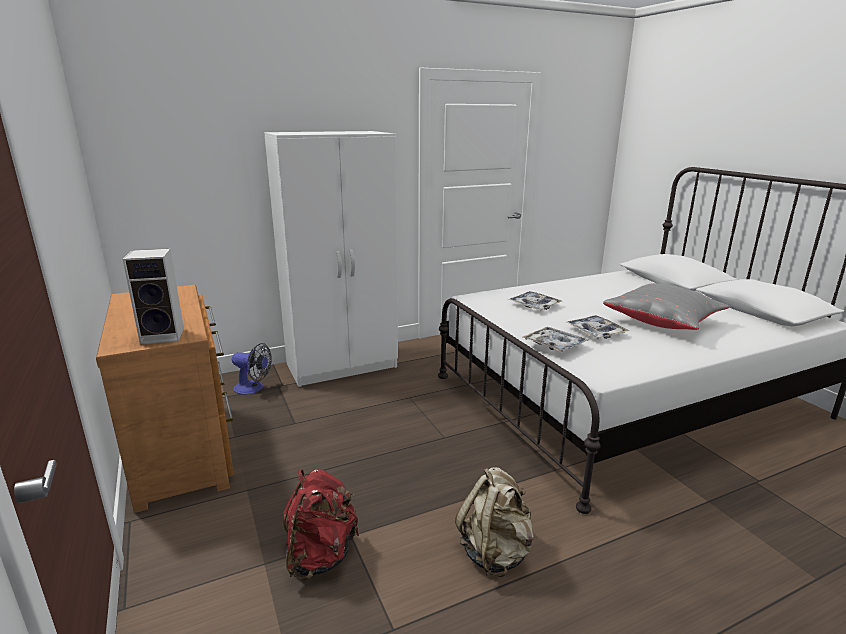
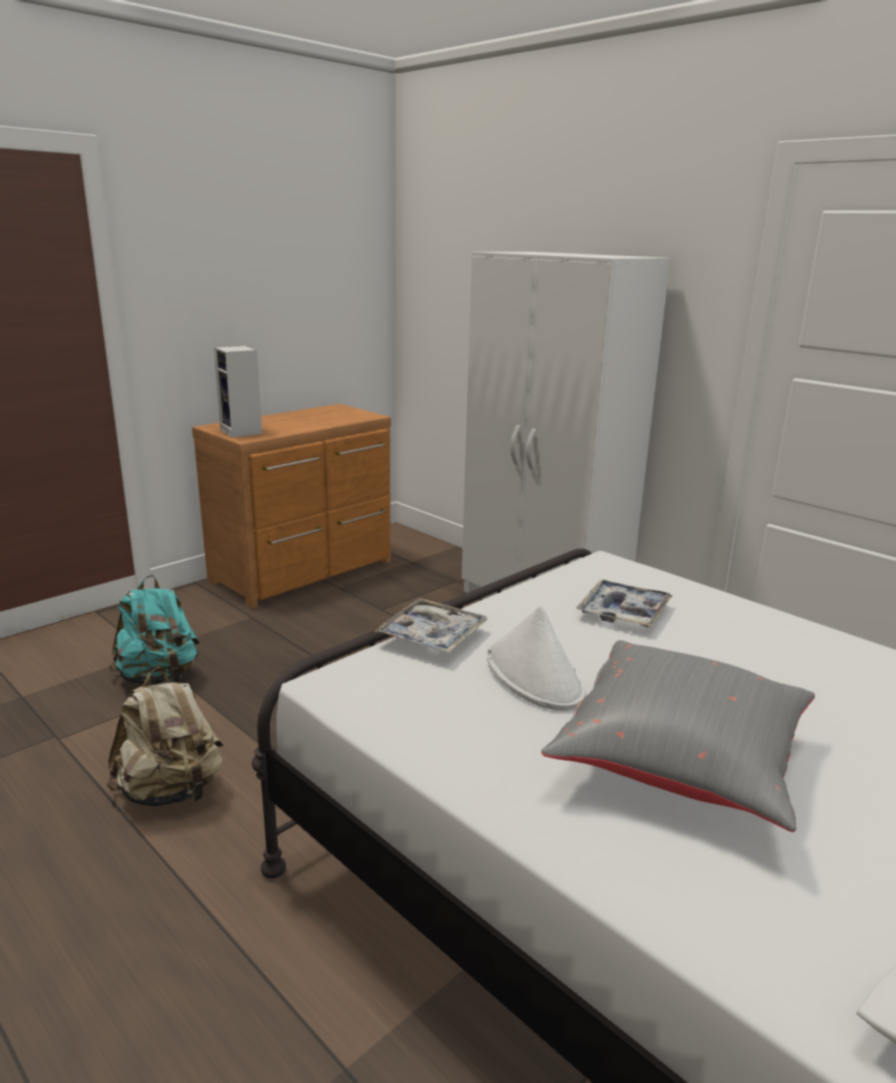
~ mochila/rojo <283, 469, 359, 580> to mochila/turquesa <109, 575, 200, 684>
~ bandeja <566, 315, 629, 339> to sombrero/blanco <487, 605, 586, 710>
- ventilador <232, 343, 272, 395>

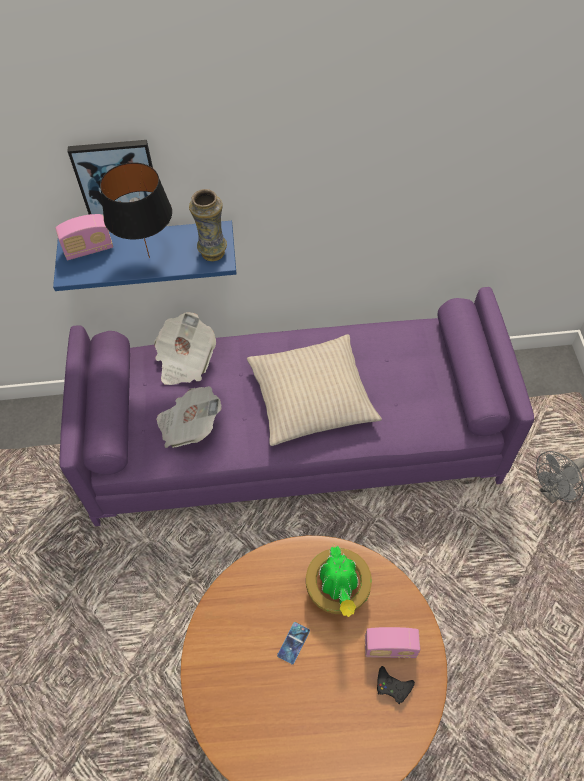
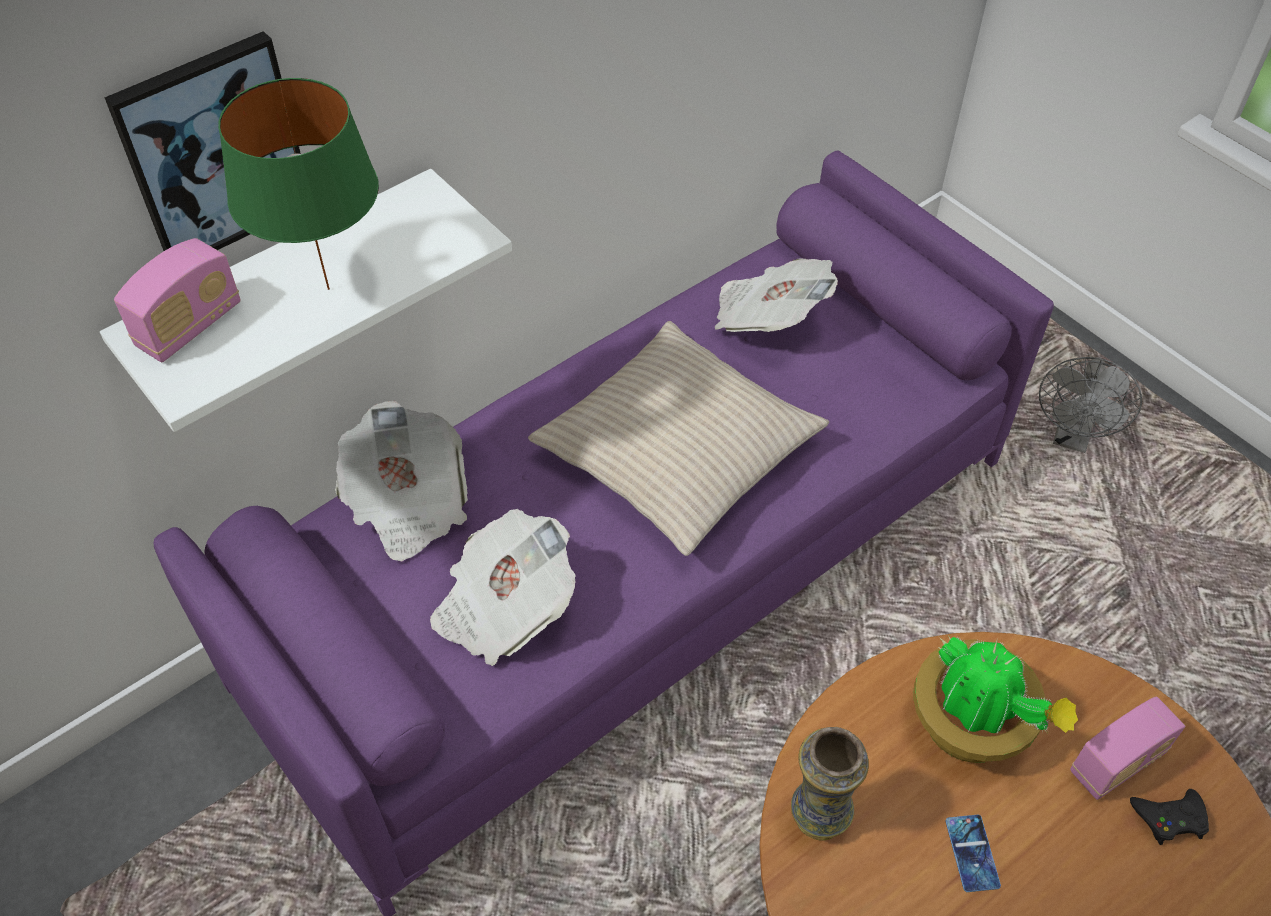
~ estante/azul <53, 221, 237, 291> to estante/blanco <100, 169, 512, 432>
~ lámpara de mesa/negro <100, 162, 172, 258> to lámpara de mesa/verde <218, 78, 379, 290>
+ periódico <714, 258, 838, 332>
~ florero <189, 189, 227, 261> to <791, 727, 869, 840>

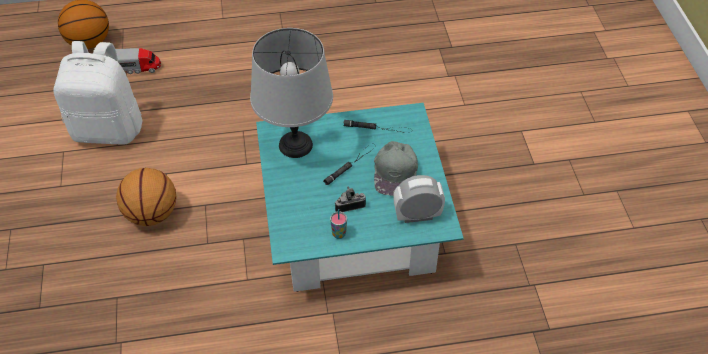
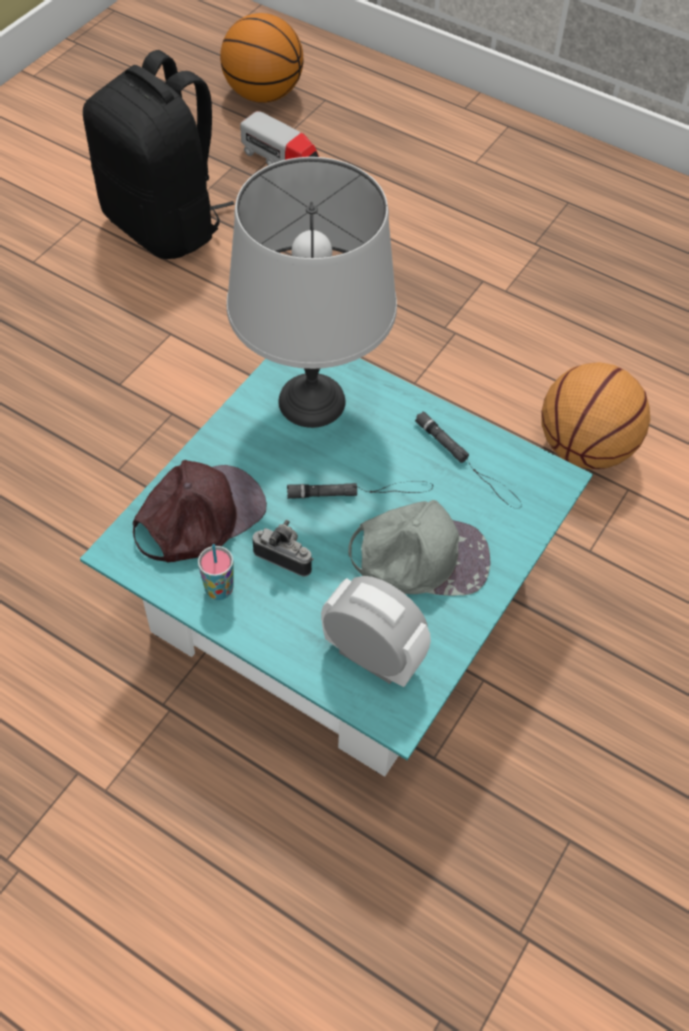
~ mochila/blanco <53, 41, 143, 144> to mochila/negro <83, 50, 235, 259>
+ gorra/marrón <133, 460, 267, 563>
~ gorra/gris <374, 141, 418, 196> = <348, 500, 491, 596> 135 degrees counterclockwise
~ balón de baloncesto <116, 168, 177, 226> to <542, 362, 650, 469>

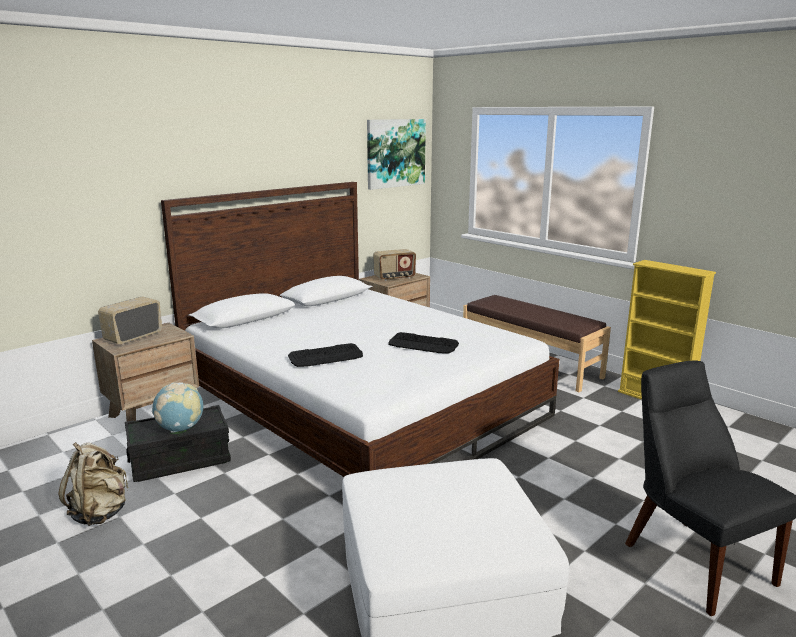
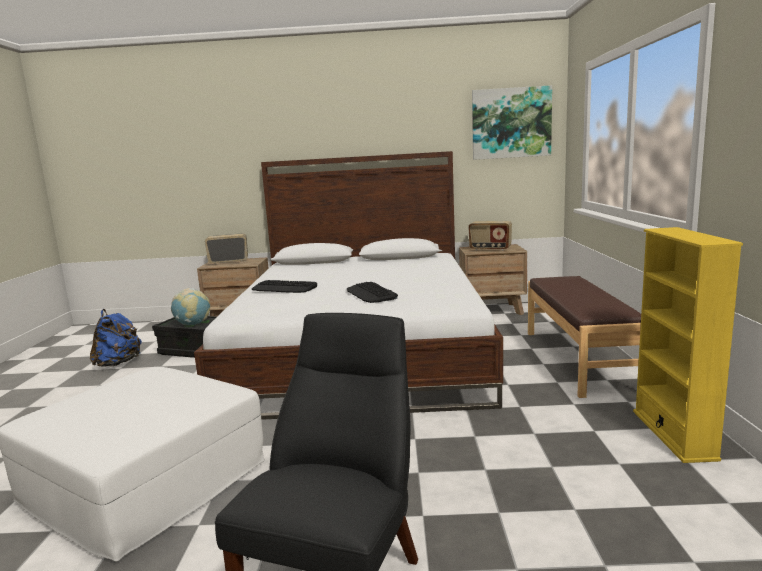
~ mochila/beis <59, 442, 129, 526> to mochila/azul <90, 309, 142, 367>

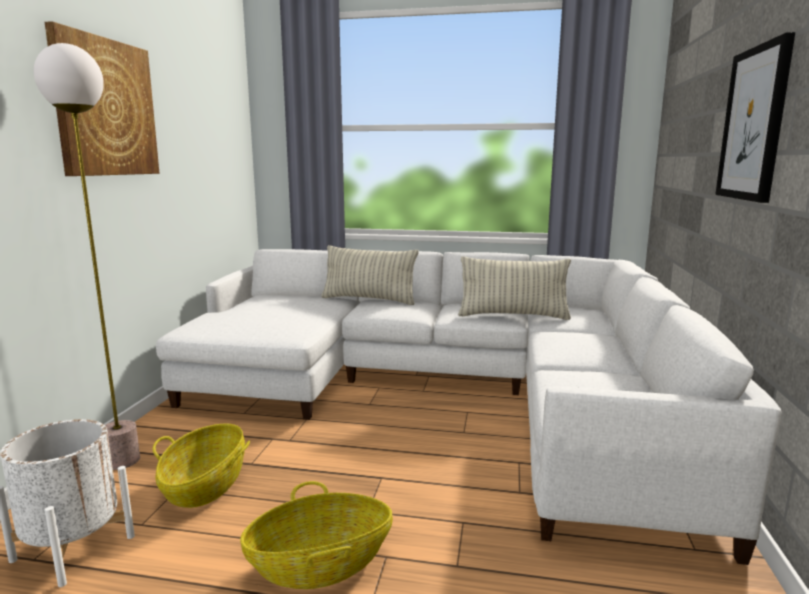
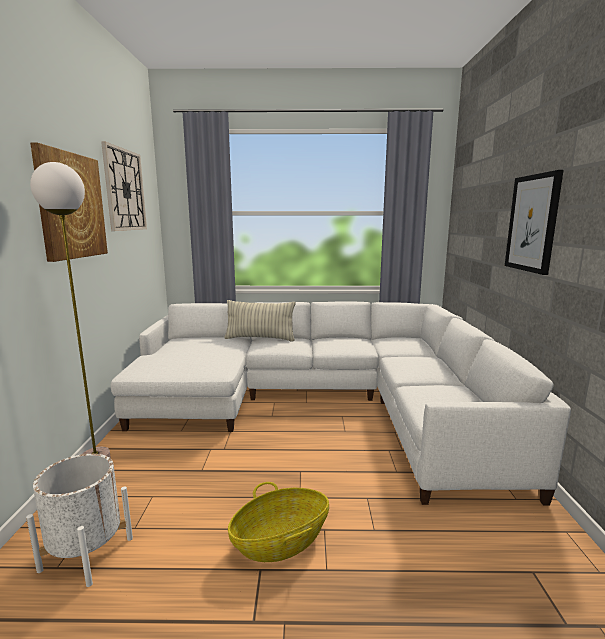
+ reloj de pared <101, 141, 147, 231>
- cesta <153, 424, 250, 508>
- cojín <458, 256, 571, 320>

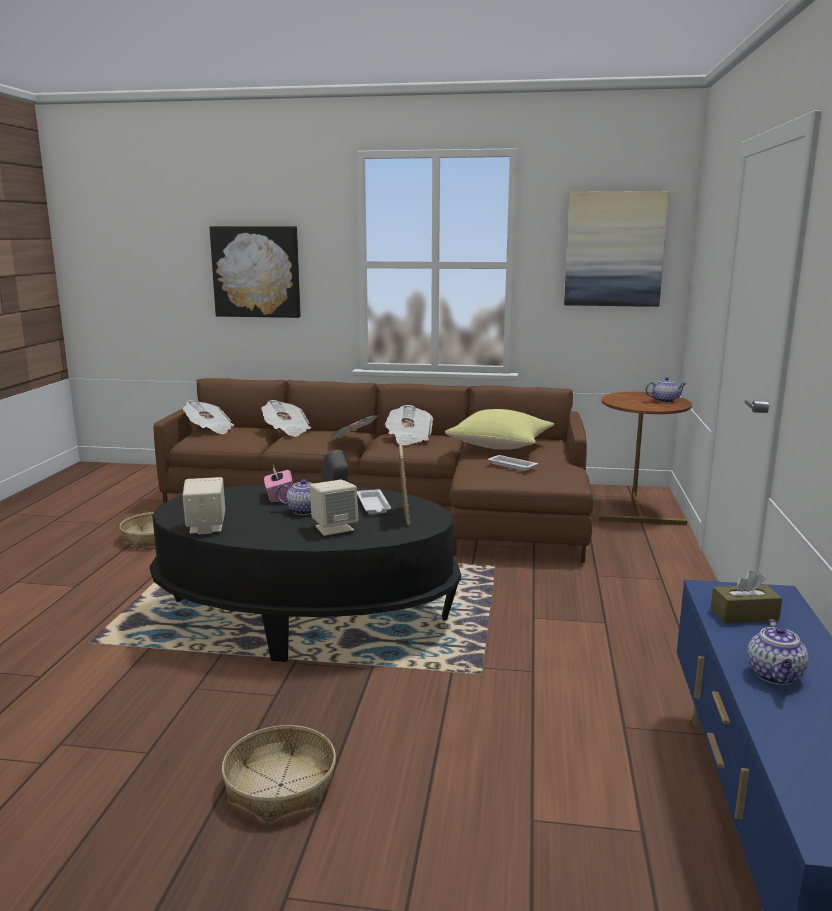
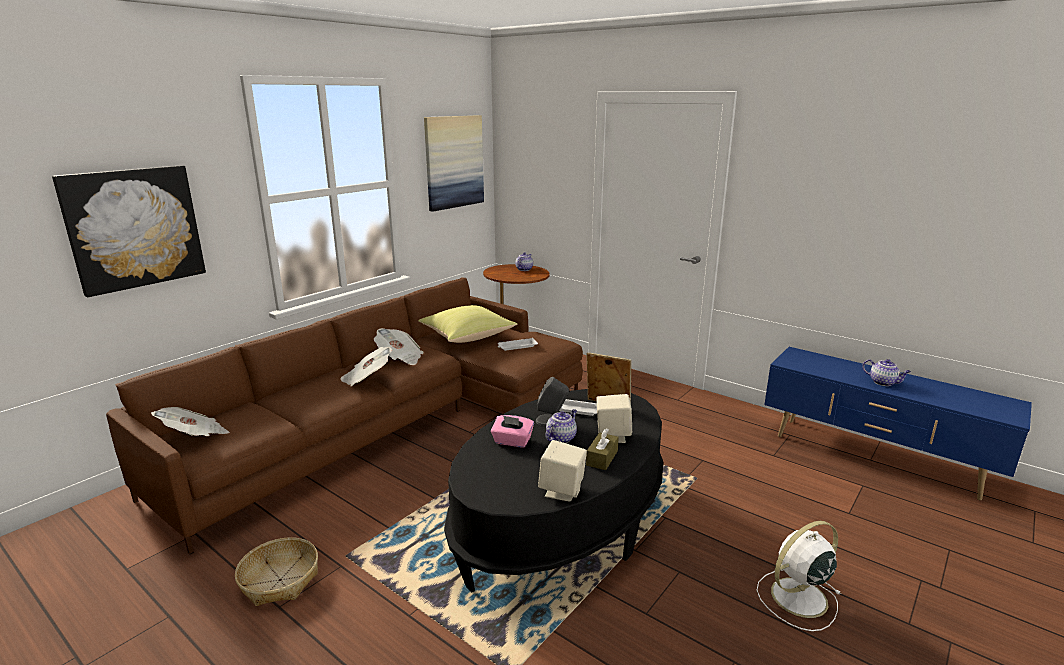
~ caja de pañuelos/marrón <711, 571, 782, 623> to <586, 428, 619, 470>
~ cesta <222, 725, 336, 823> to ventilador/blanco <756, 521, 841, 631>
- periódico <261, 400, 311, 437>

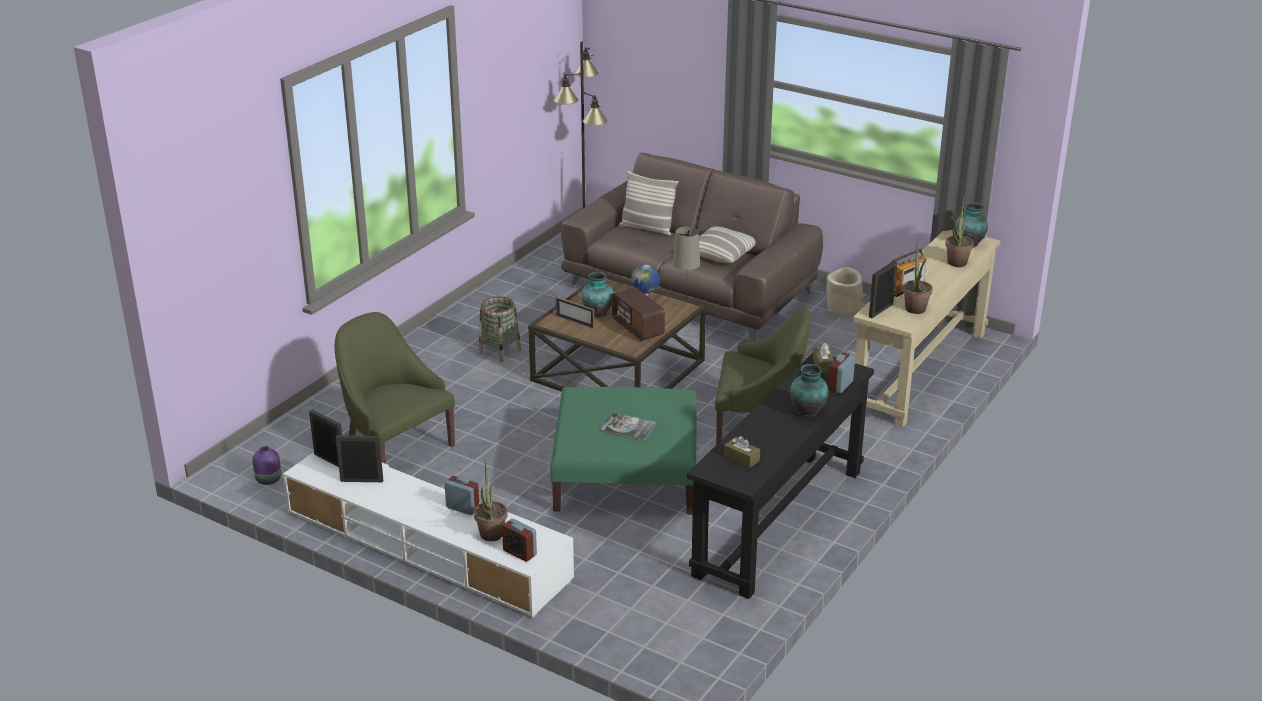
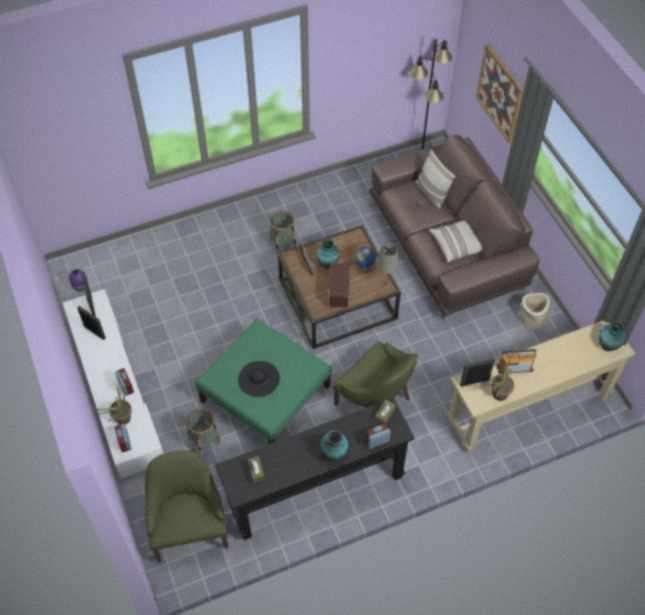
~ sillón/verde <334, 312, 455, 464> to <145, 450, 229, 562>
+ cesta <186, 408, 221, 456>
~ libro <600, 412, 657, 441> to sombrero/negro <238, 361, 280, 397>
+ cuadro <476, 44, 524, 144>
- planta en maceta <945, 195, 974, 267>

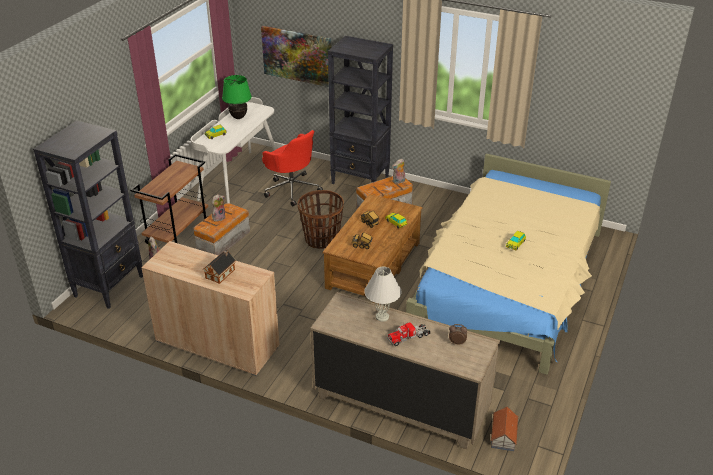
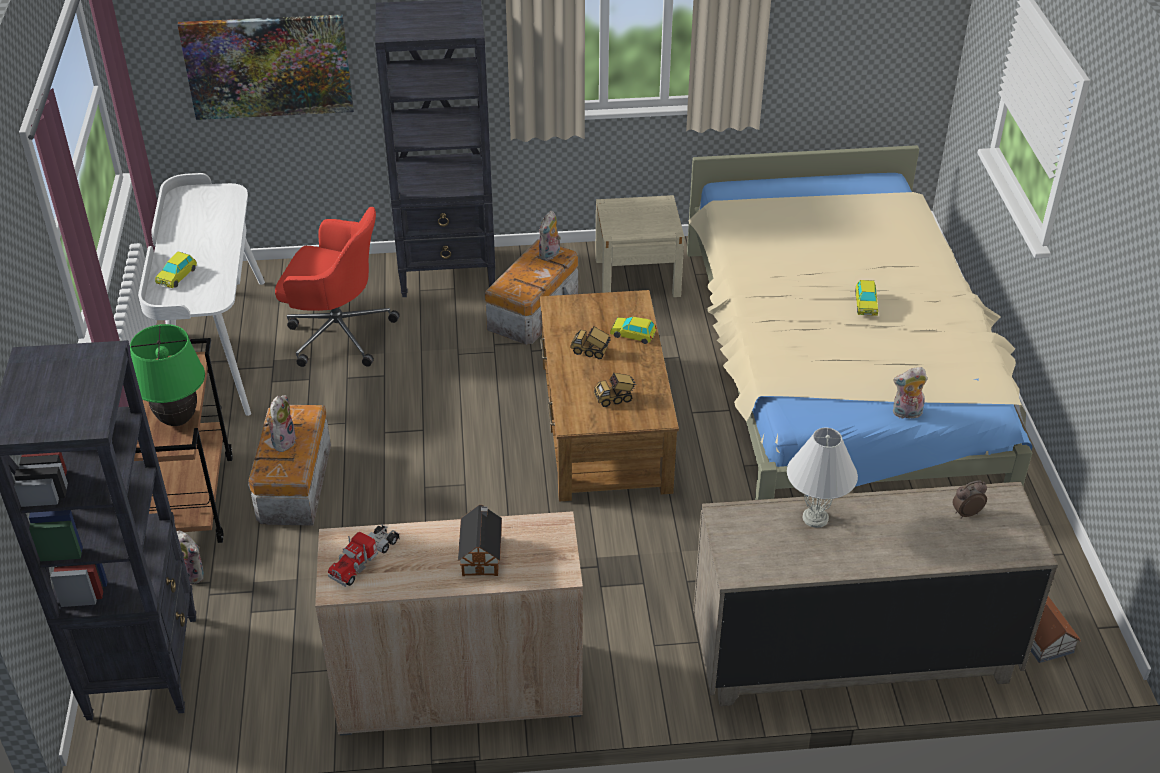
~ lámpara de mesa/verde <222, 75, 252, 119> to <130, 324, 205, 426>
~ camión de juguete <387, 322, 430, 346> to <328, 524, 399, 587>
+ mesita de noche/beis <595, 195, 684, 297>
+ peluche <893, 367, 927, 419>
- cesta <298, 190, 344, 249>

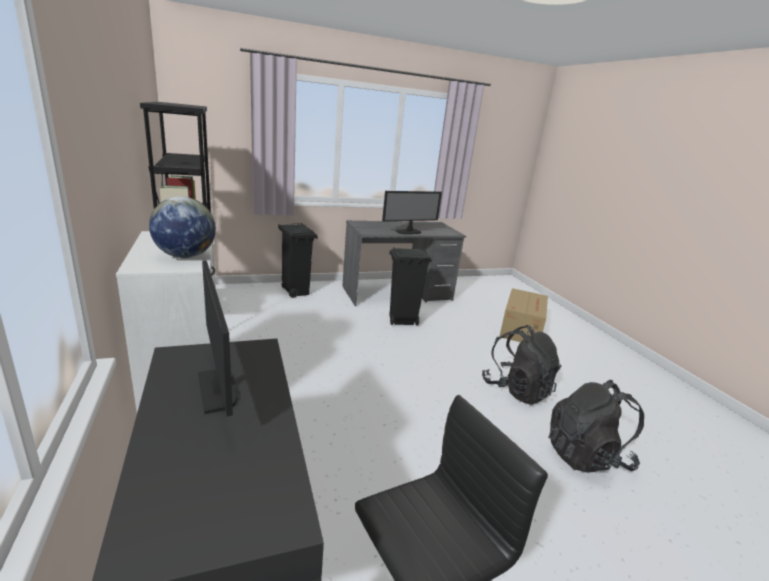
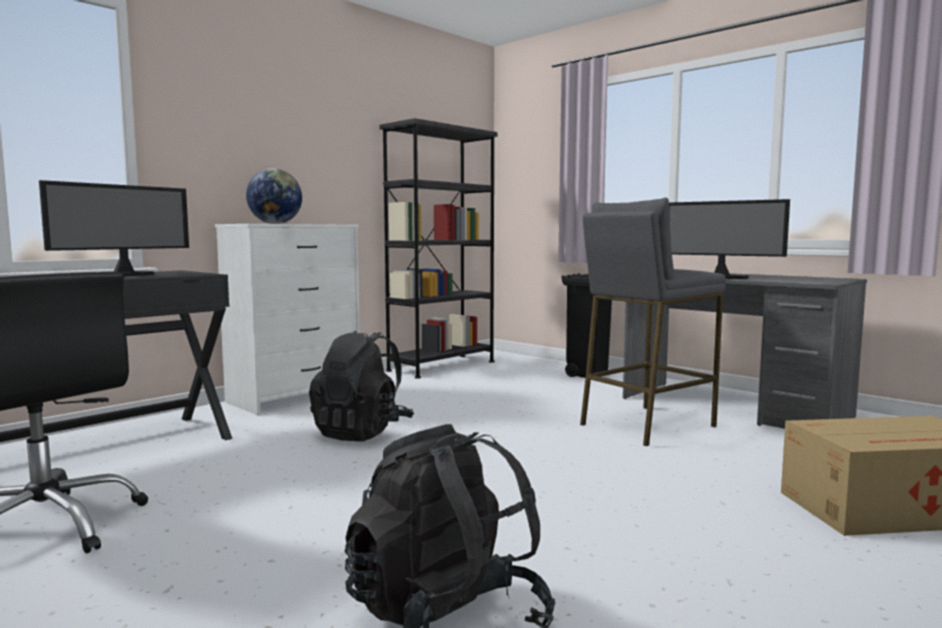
~ mochila/negro <482, 325, 562, 405> to <309, 331, 414, 441>
~ papelera/negro <389, 247, 432, 325> to taburete/gris <580, 198, 726, 446>

